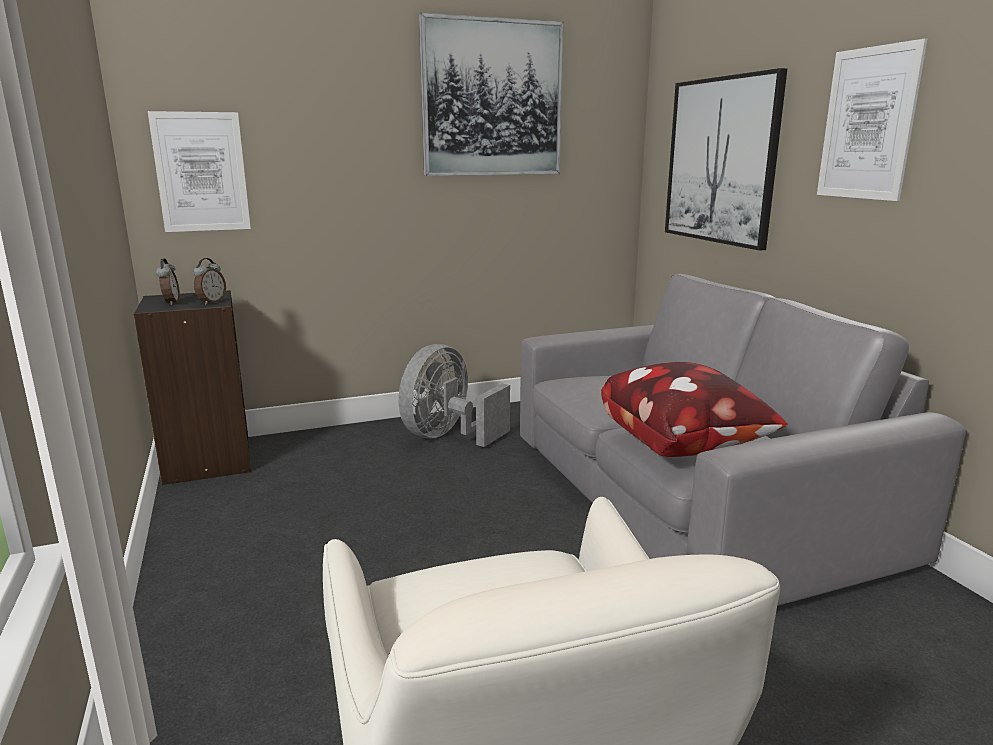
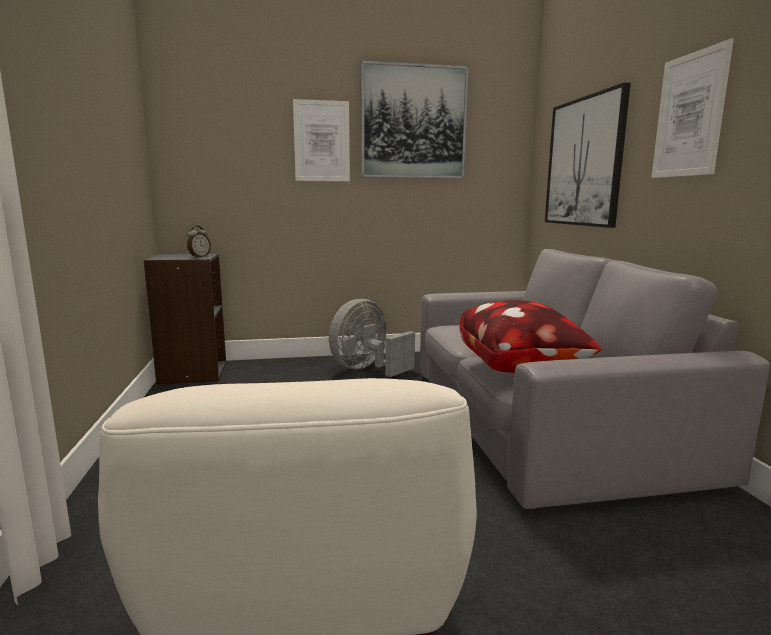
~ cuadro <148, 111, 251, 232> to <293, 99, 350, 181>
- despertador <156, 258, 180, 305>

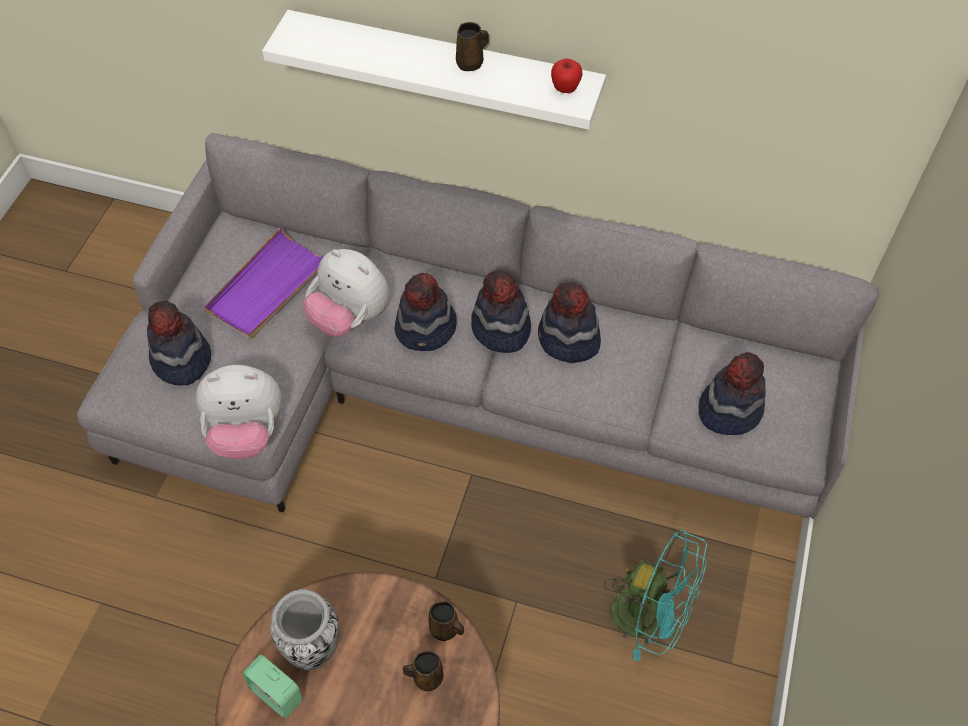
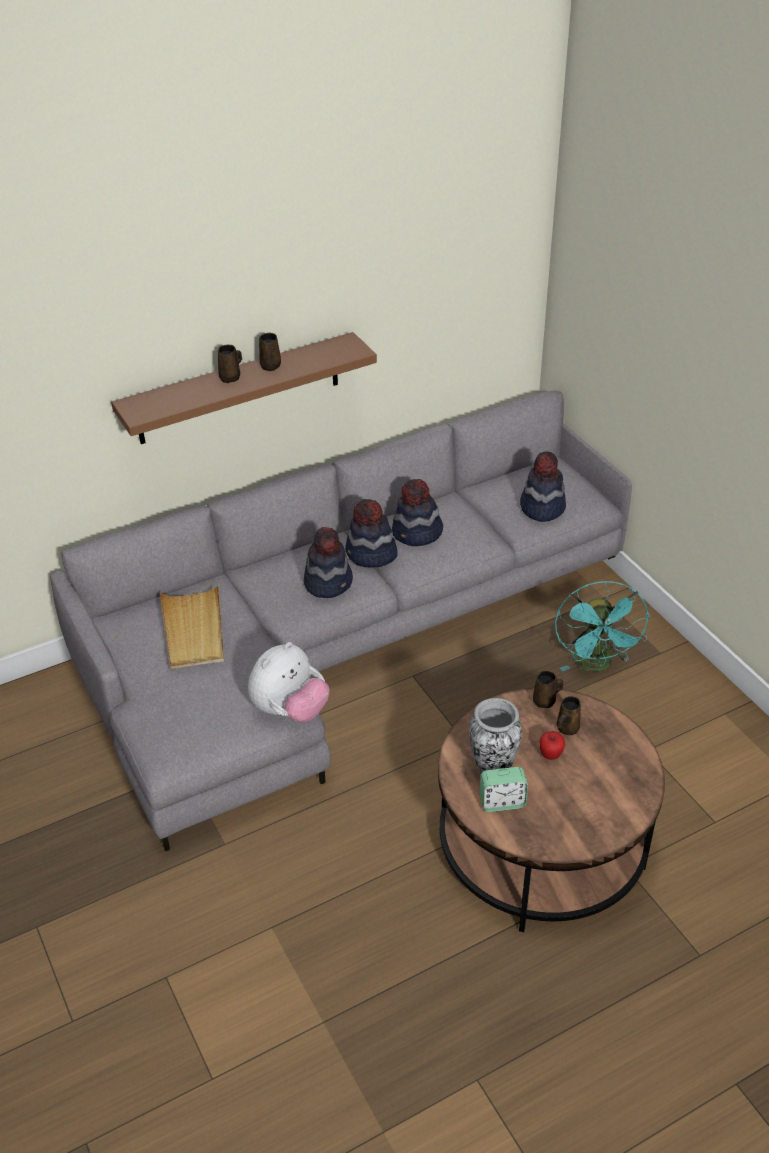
~ estante/blanco <262, 10, 606, 130> to estante/marrón <111, 332, 377, 444>
~ bandeja/morado <204, 228, 323, 339> to bandeja/beis <160, 584, 224, 670>
+ taza grande/marrón <218, 345, 242, 383>
~ manzana <551, 58, 583, 93> to <539, 731, 565, 760>
~ ventilador/turquesa <604, 530, 707, 661> = <555, 581, 650, 671> 105 degrees clockwise
- sombrero <147, 301, 211, 386>
- peluche <303, 249, 389, 336>

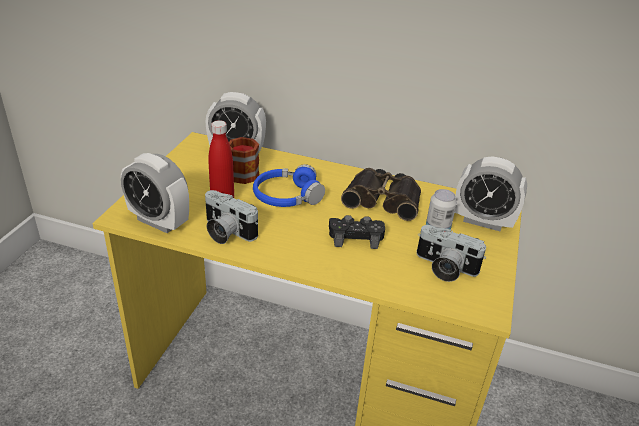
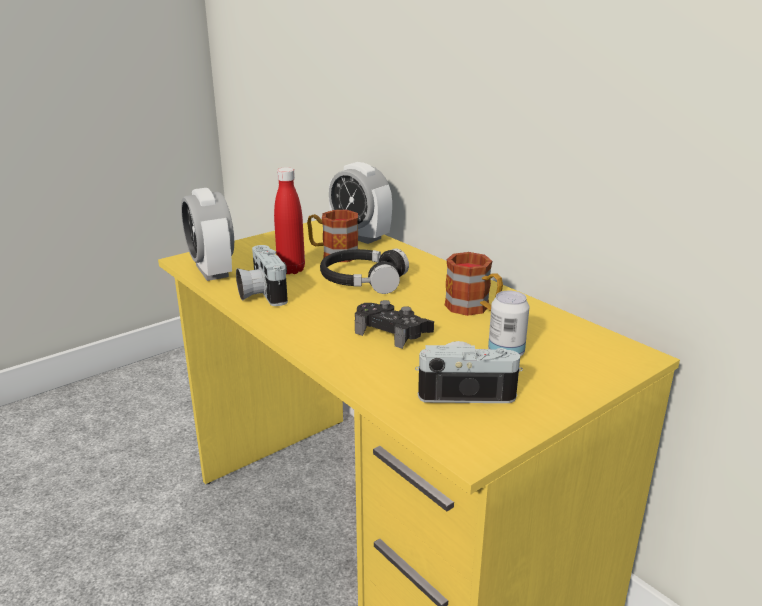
~ auriculares/azul <253, 164, 325, 207> to auriculares/negro <320, 248, 409, 294>
~ cámara <417, 225, 486, 282> = <415, 341, 523, 403> 120 degrees clockwise
~ prismáticos <341, 168, 421, 221> to taza grande <445, 252, 503, 316>
- despertador <455, 156, 527, 231>

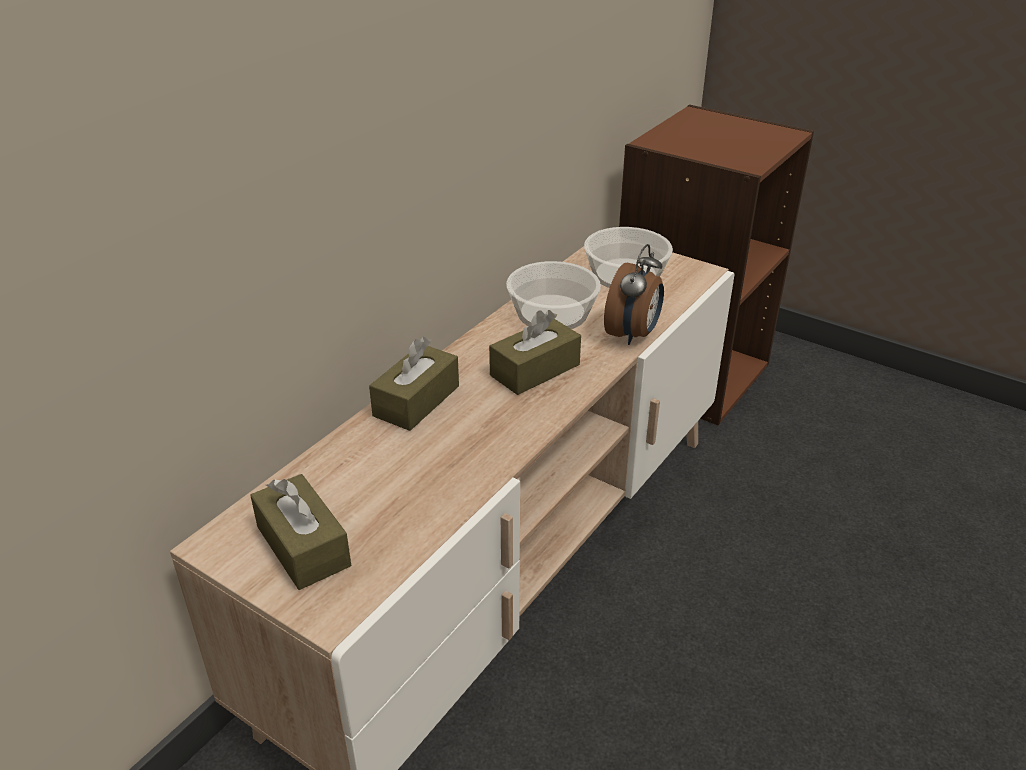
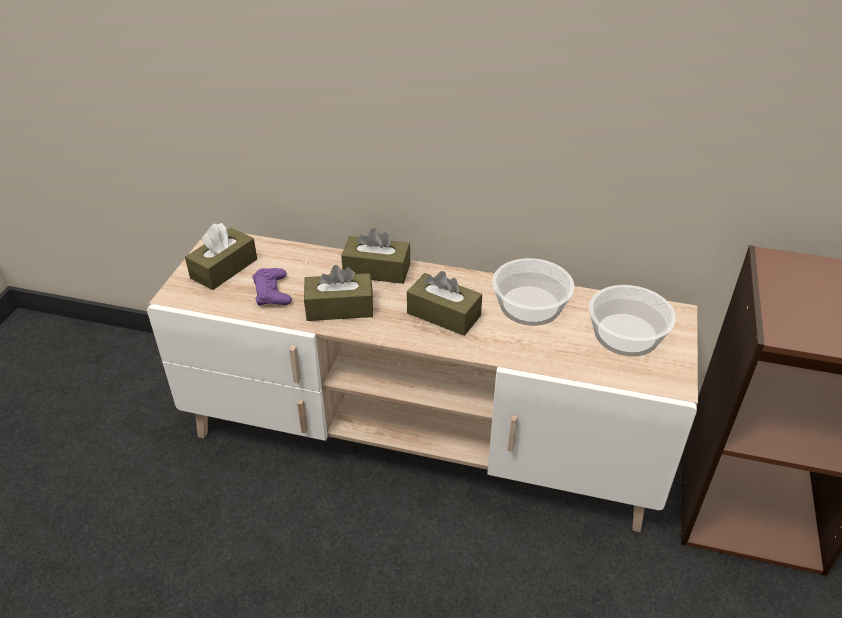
+ mando de consola/morado <252, 268, 292, 306>
+ caja de pañuelos/marrón <304, 265, 373, 321>
- despertador <604, 244, 664, 345>

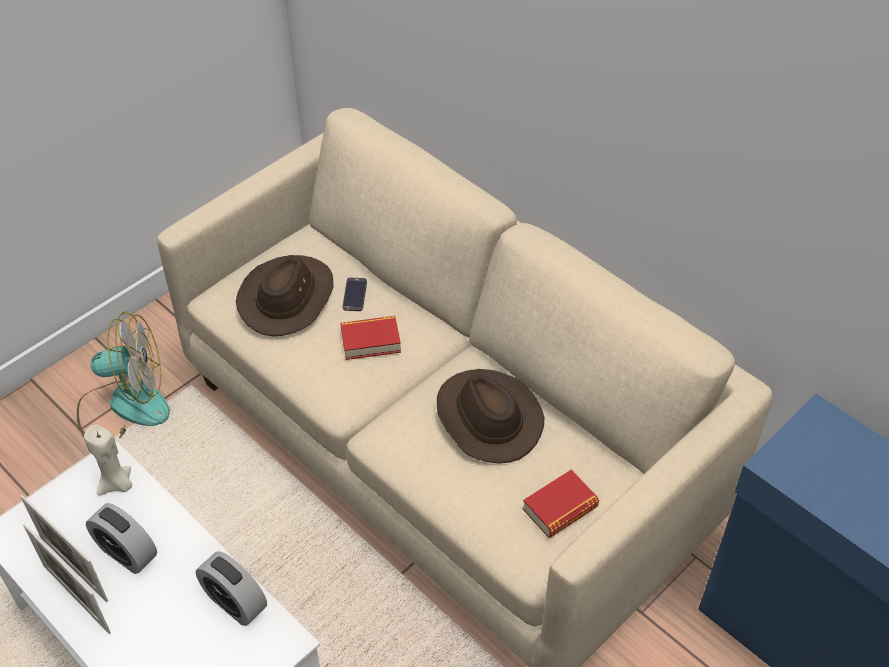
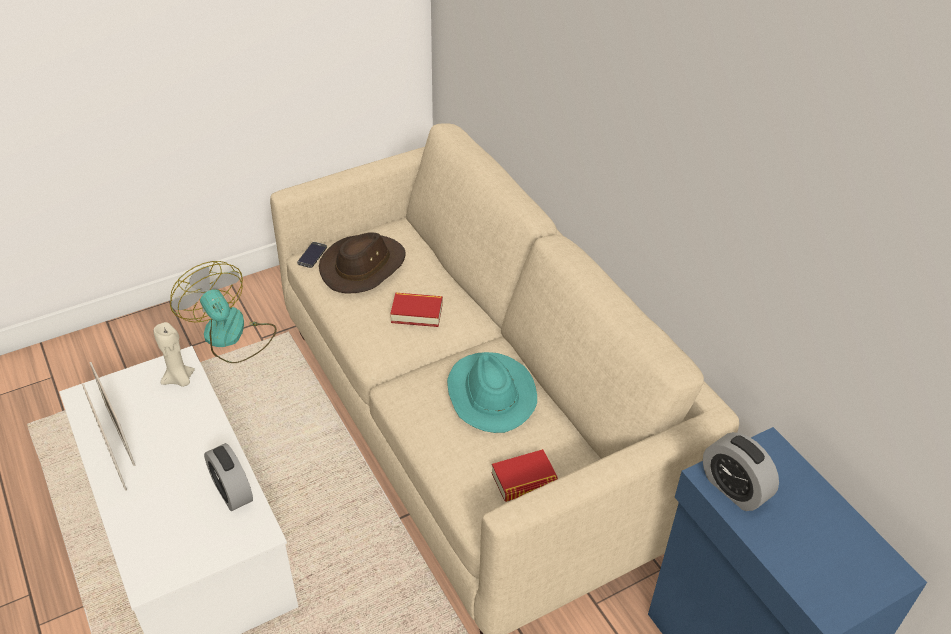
~ ventilador <77, 312, 170, 438> = <170, 261, 277, 363> 135 degrees counterclockwise
~ móvil <342, 277, 367, 311> to <297, 242, 327, 268>
~ sombrero/marrón <437, 369, 544, 464> to sombrero/turquesa <447, 352, 537, 433>
~ despertador <86, 503, 157, 574> to <703, 432, 779, 511>

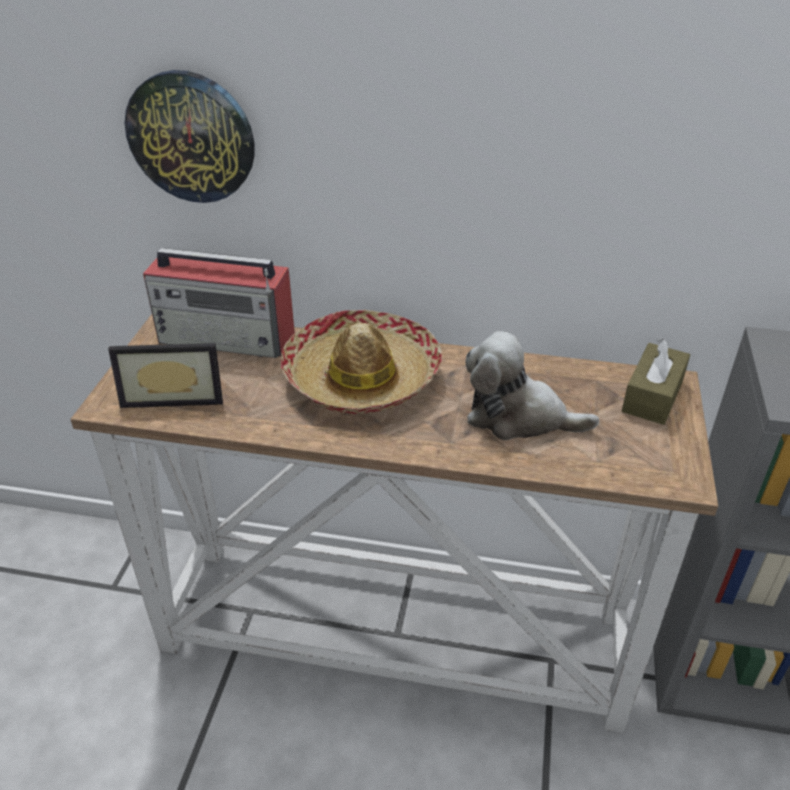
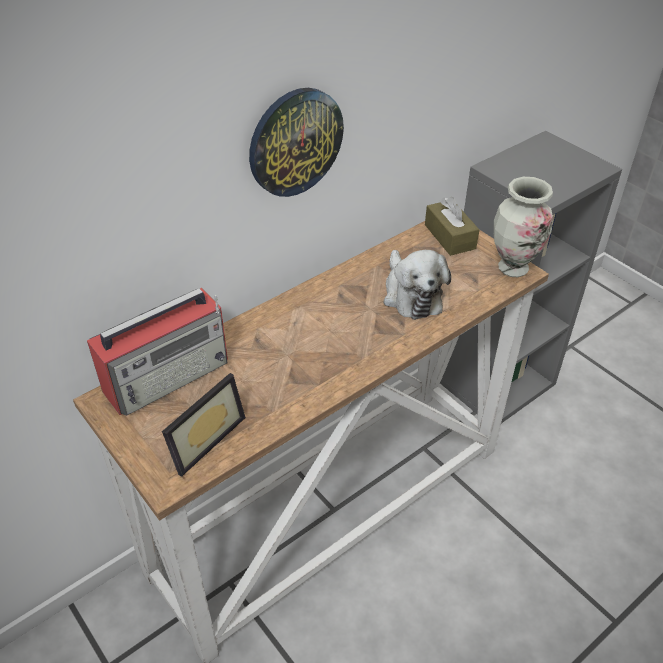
~ reloj de pared <125, 70, 255, 203> to <249, 88, 344, 197>
~ peluche <465, 331, 599, 440> = <384, 250, 451, 320> 75 degrees counterclockwise
+ florero <494, 177, 553, 277>
- sombrero <281, 310, 442, 414>

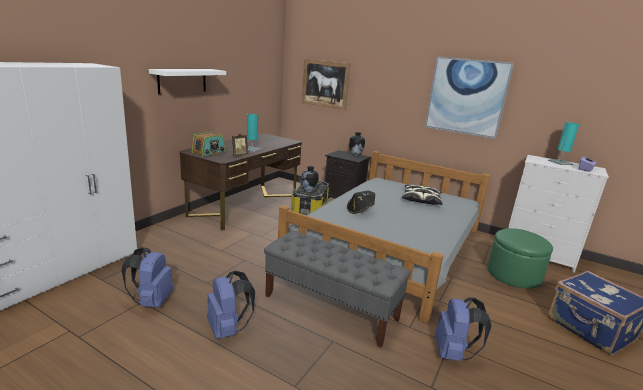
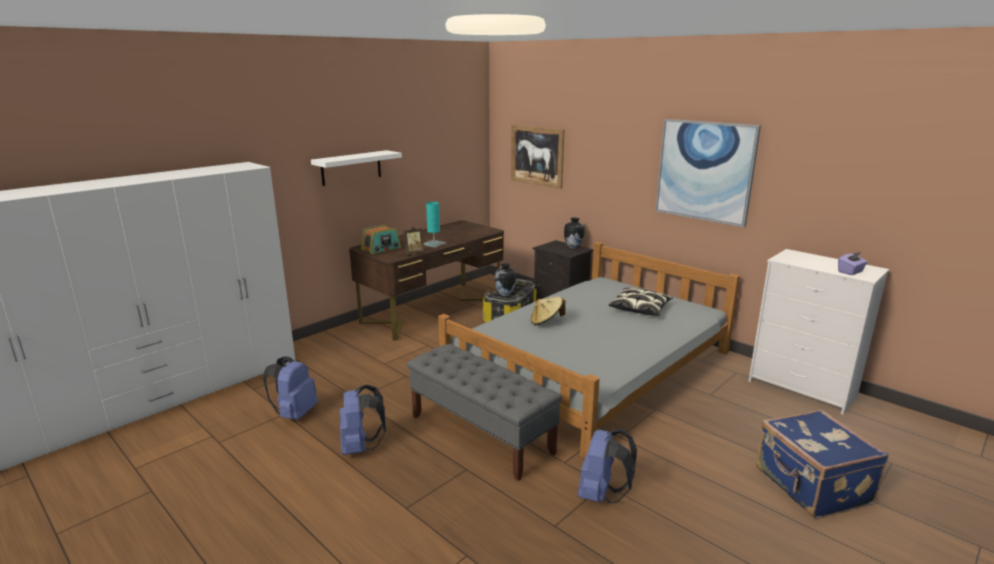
~ sombrero/negro <347, 191, 375, 214> to sombrero/beis <531, 297, 565, 325>
- puf/verde <488, 228, 553, 289>
- lámpara de mesa/turquesa <548, 122, 579, 165>

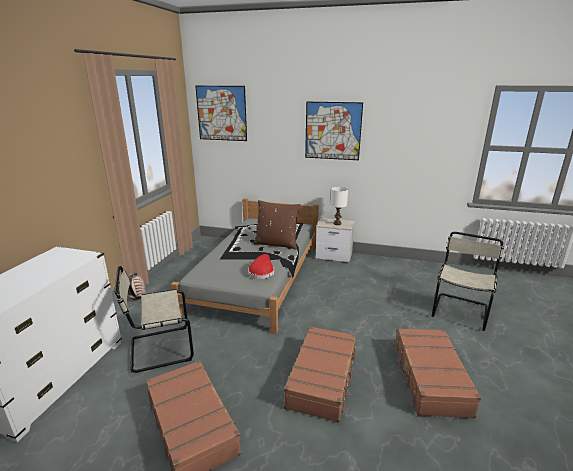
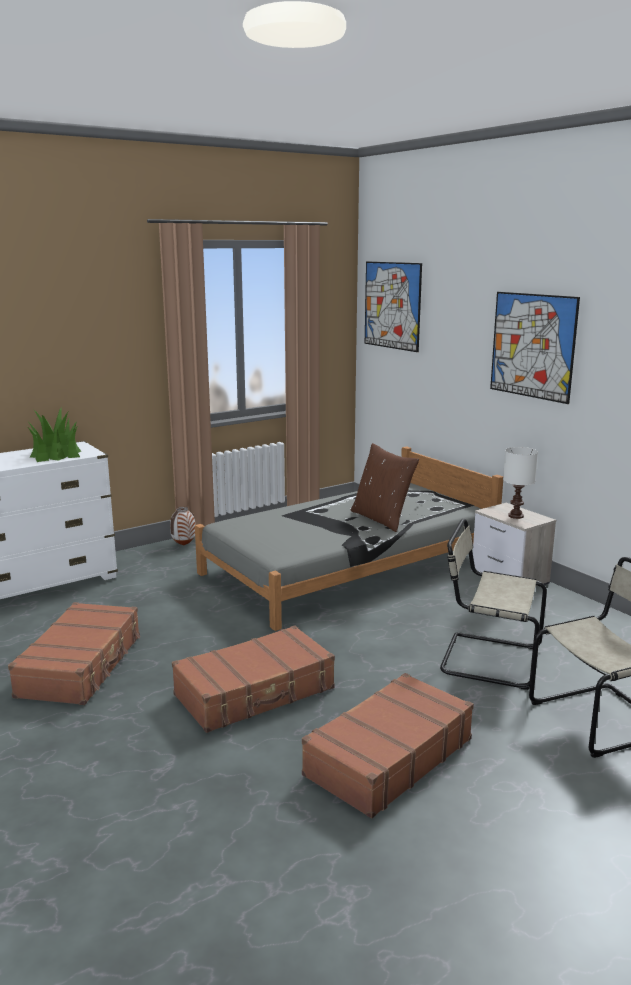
+ planta en maceta <28, 407, 81, 462>
~ silla/beis <114, 266, 194, 373> to <440, 519, 547, 690>
- sombrero/rojo <248, 254, 274, 279>

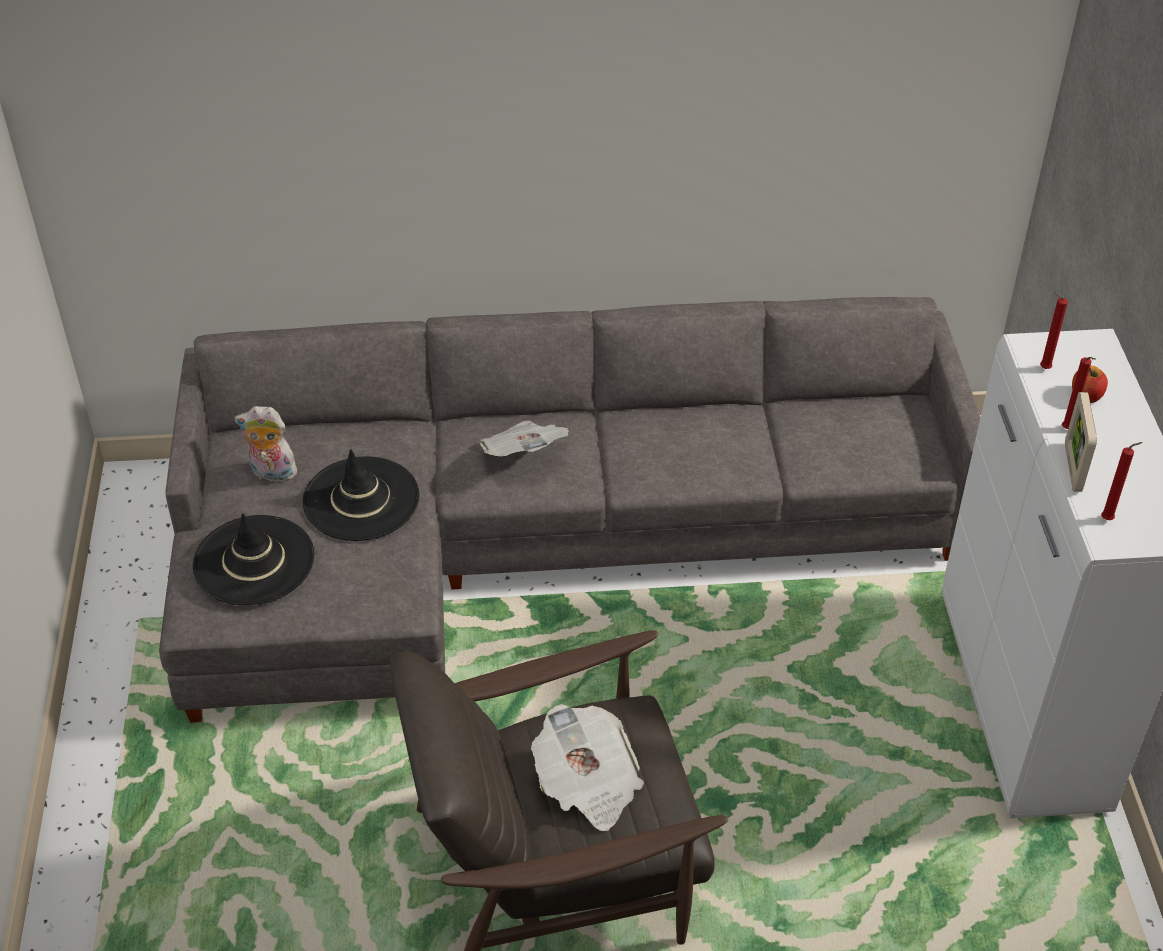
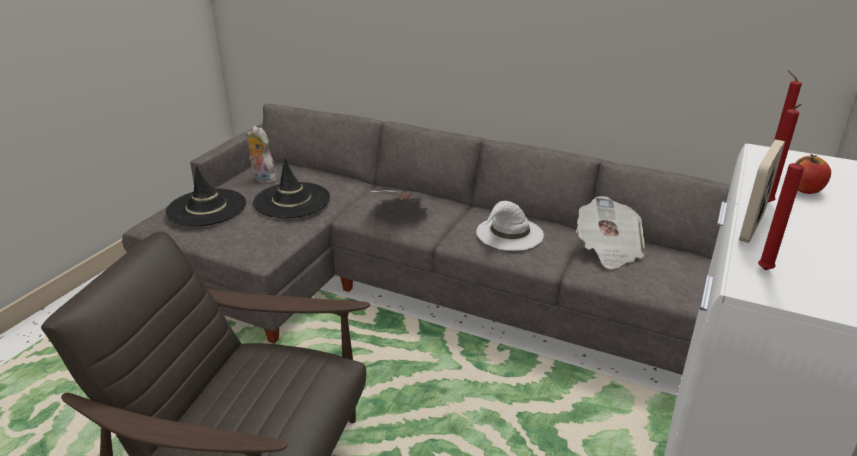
+ sombrero/blanco <476, 201, 544, 251>
~ periódico <531, 704, 644, 831> to <576, 196, 645, 269>

